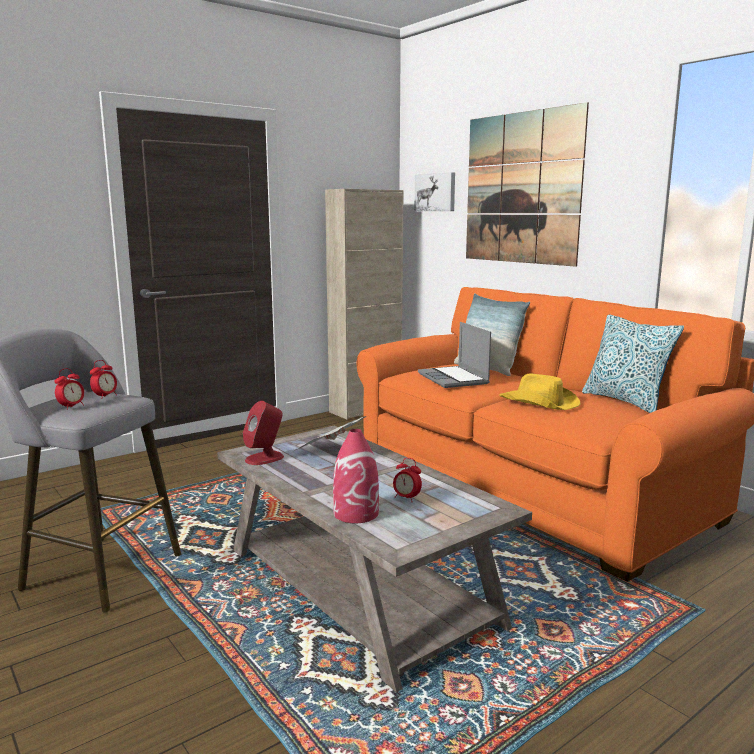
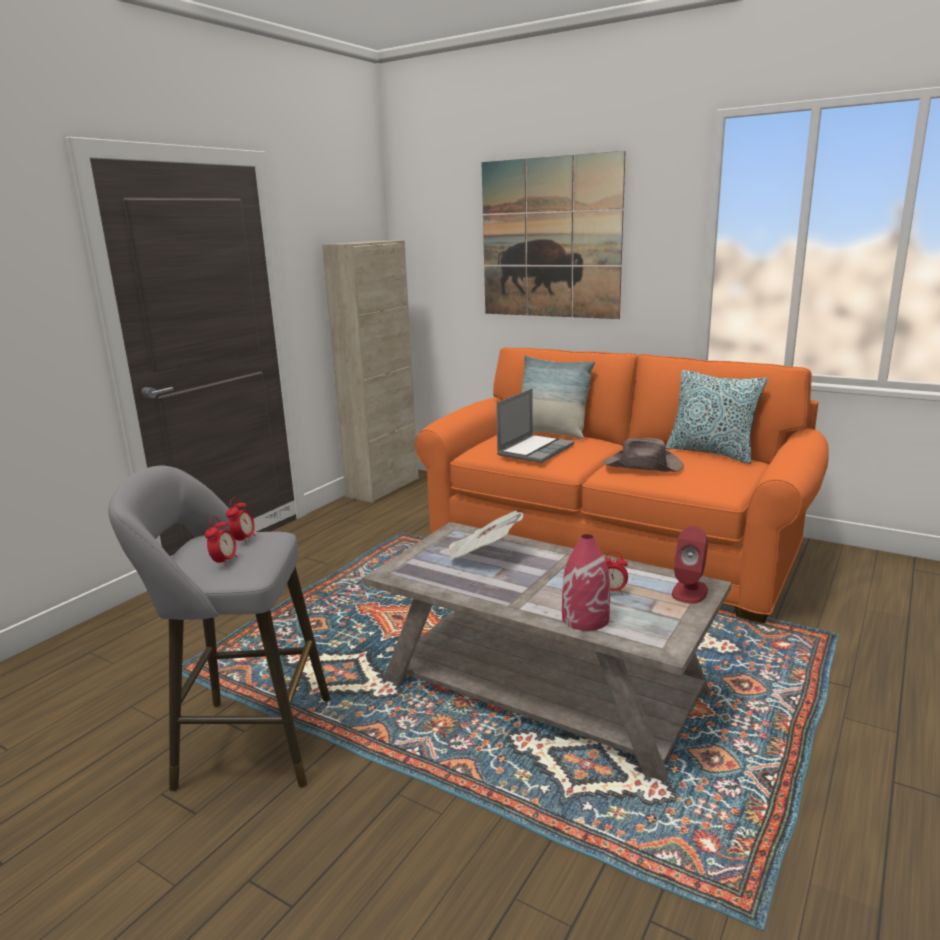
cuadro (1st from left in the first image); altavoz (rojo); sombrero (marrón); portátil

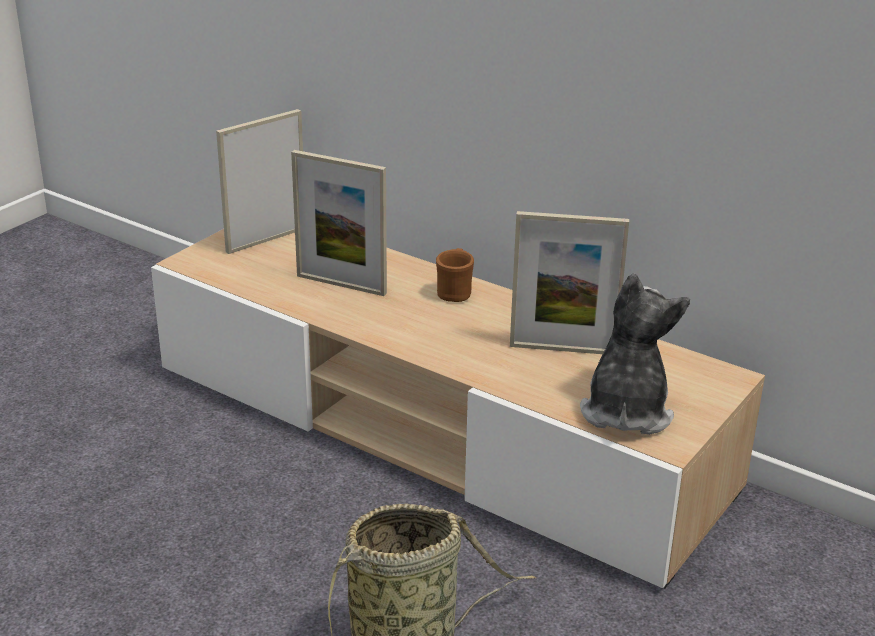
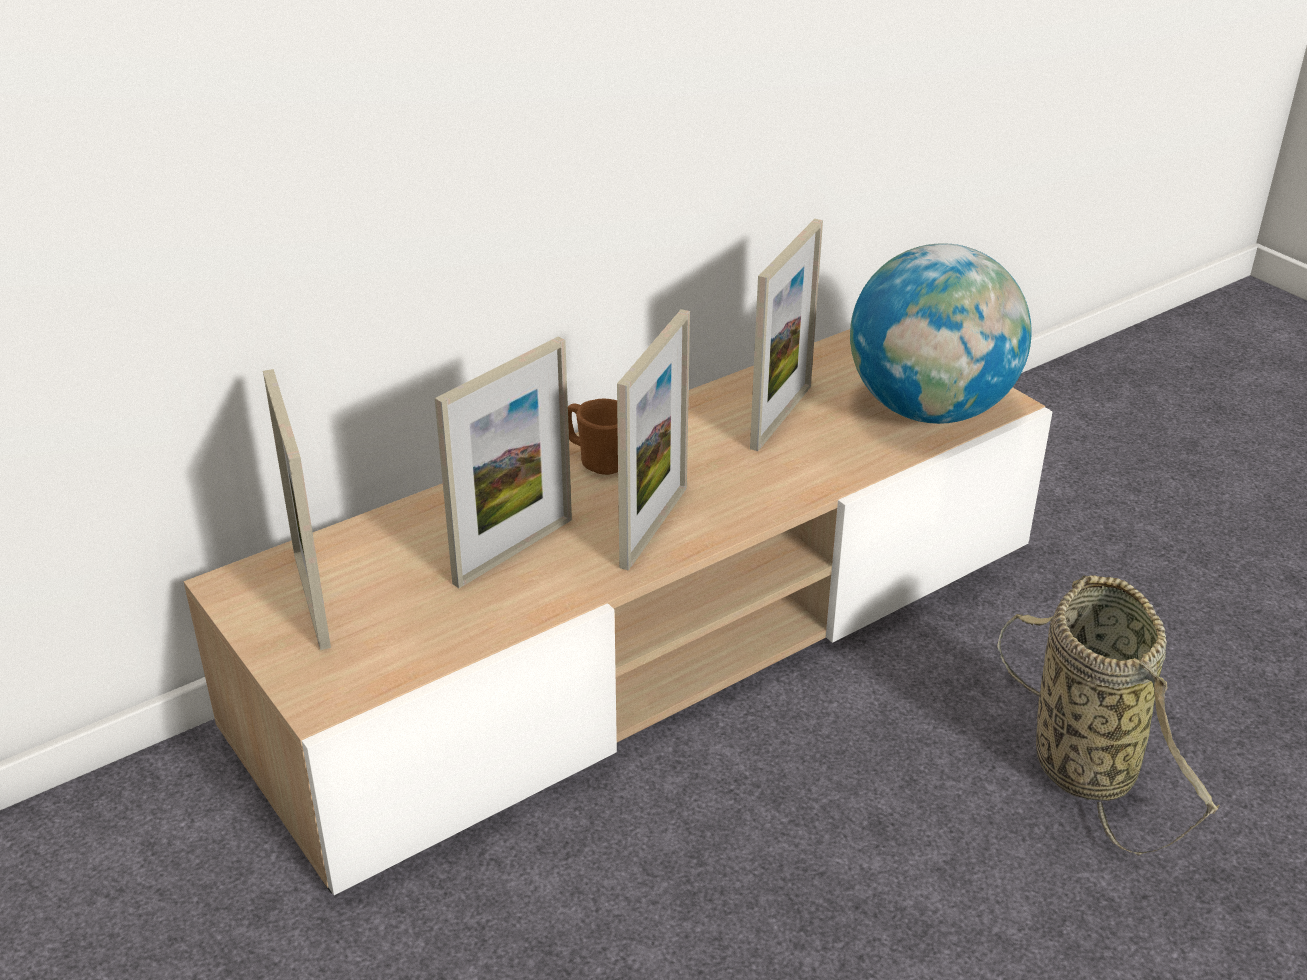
portarretratos (3rd from left); globo terráqueo

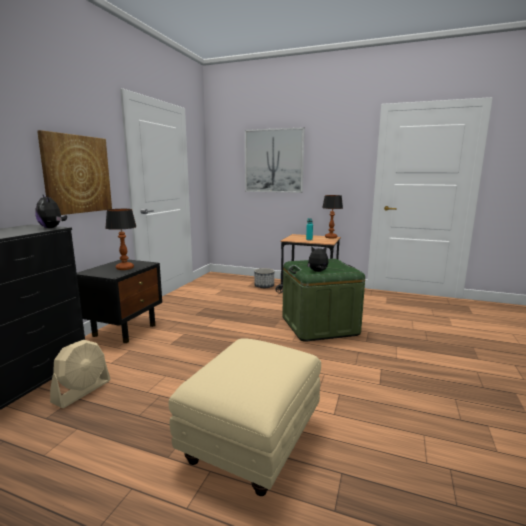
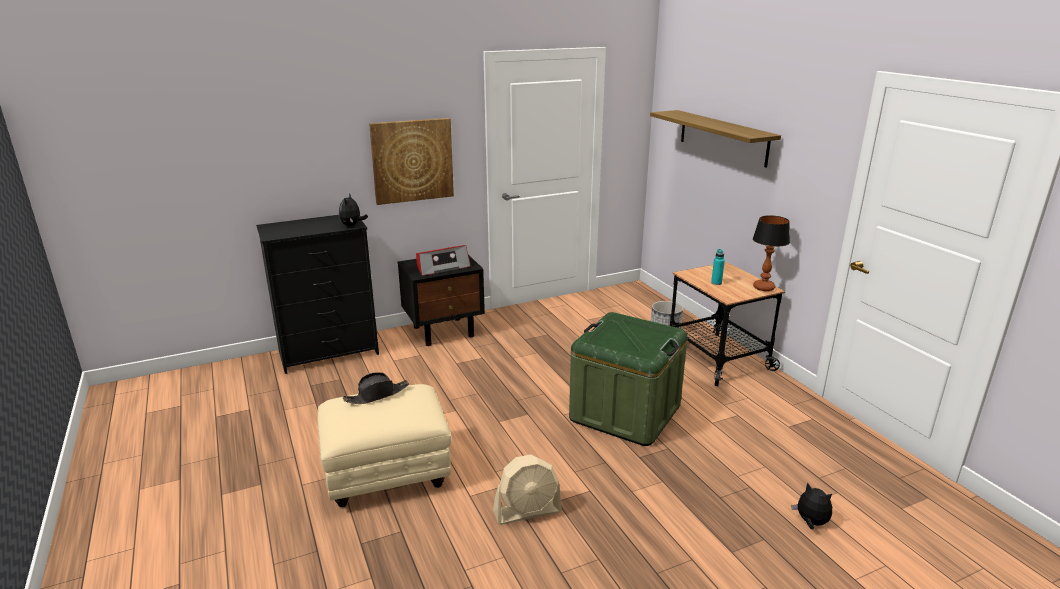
sombrero (negro); ventilador (beis); peluche (2nd from left); radio; estante

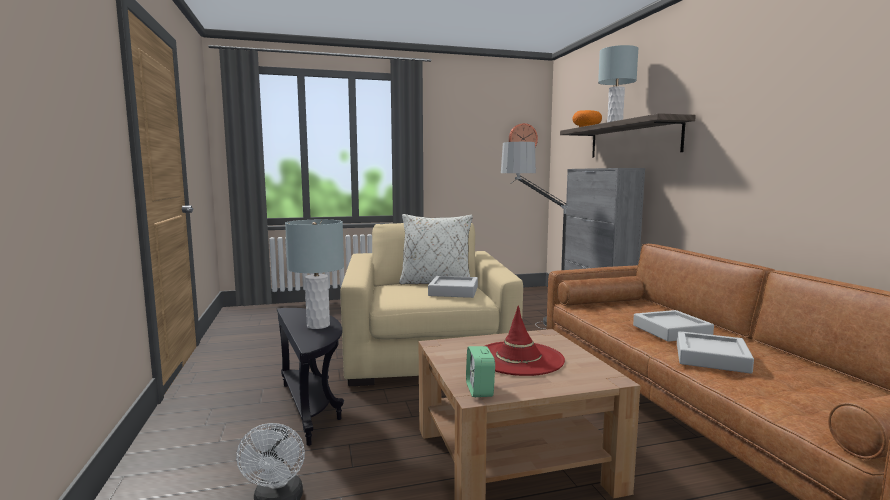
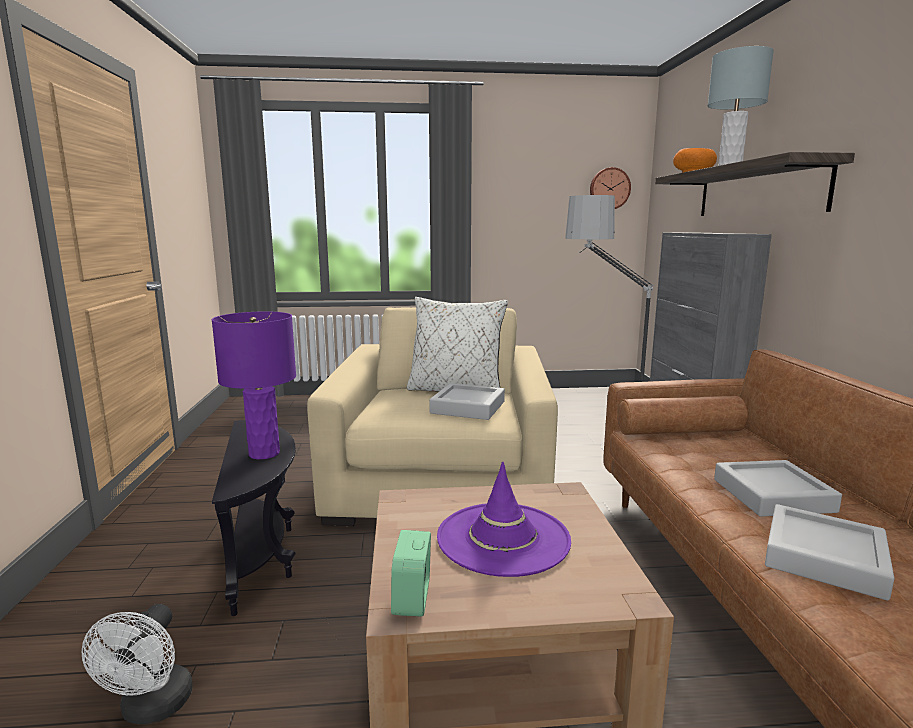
lámpara de mesa (morado); sombrero (morado)

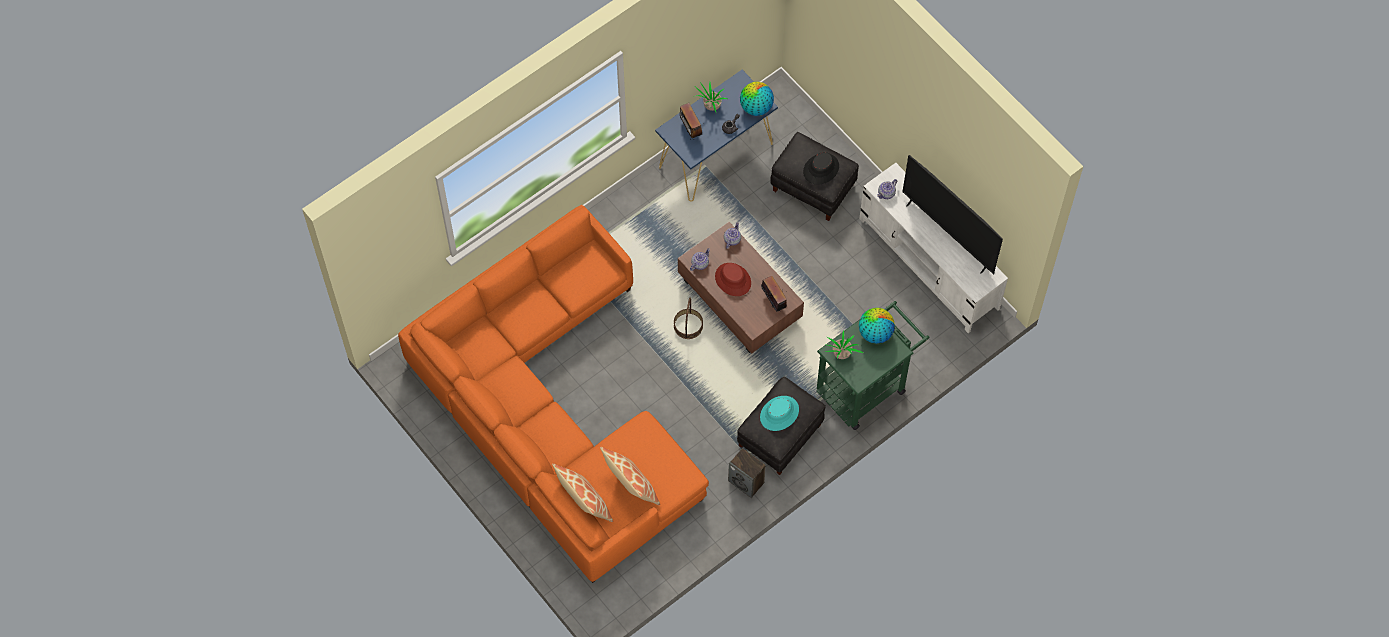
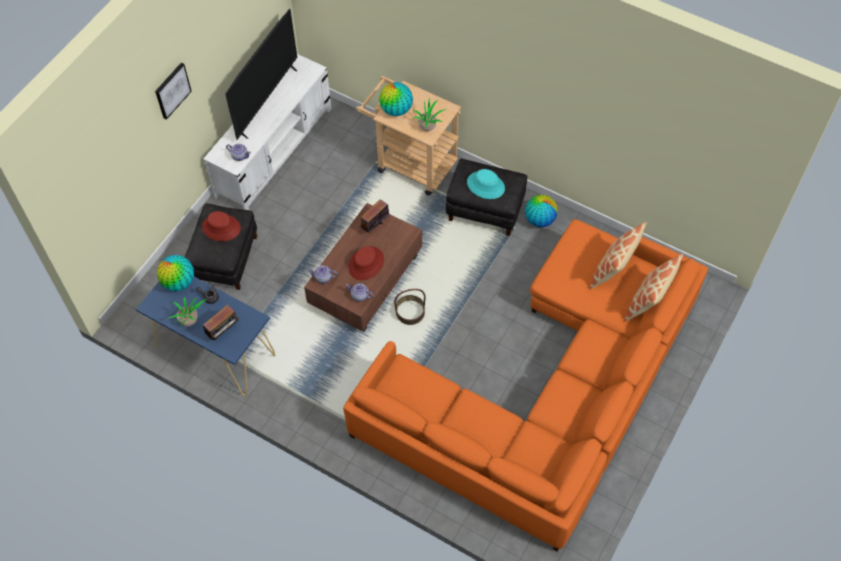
cuadro; globo terráqueo (3rd from left); sombrero (rojo) (1st from left); carrito (beis)

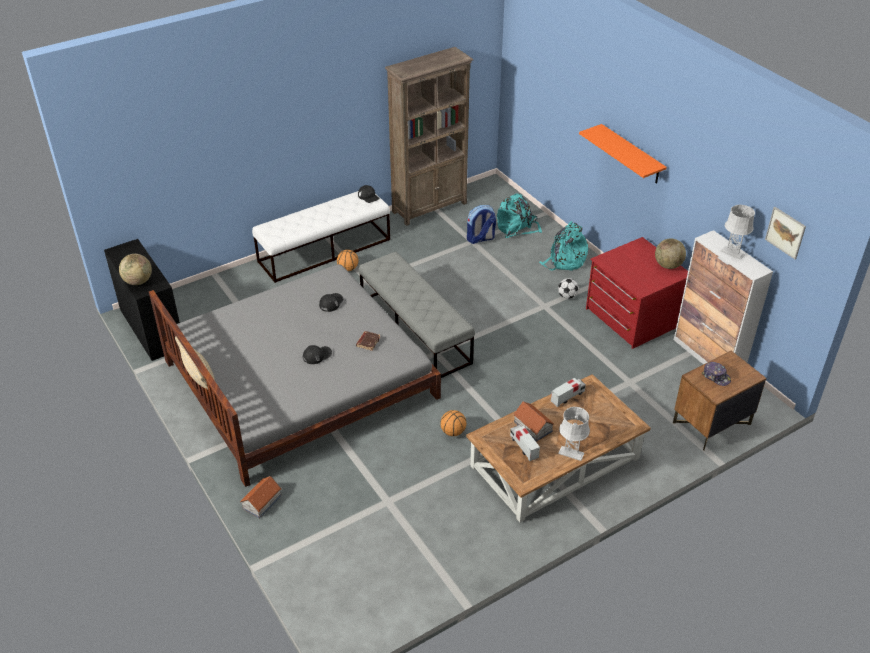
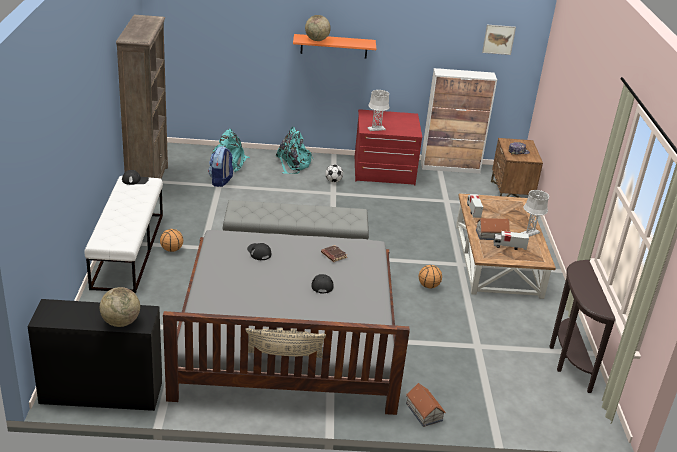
mesa consola (marrón); globo terráqueo (2nd from left); lámpara de mesa (gris) (1st from left)

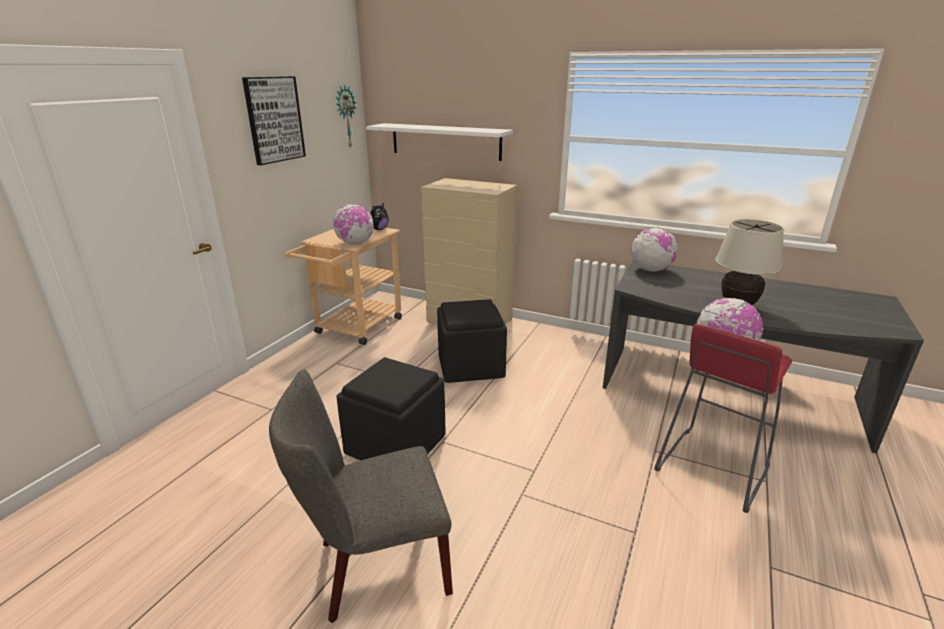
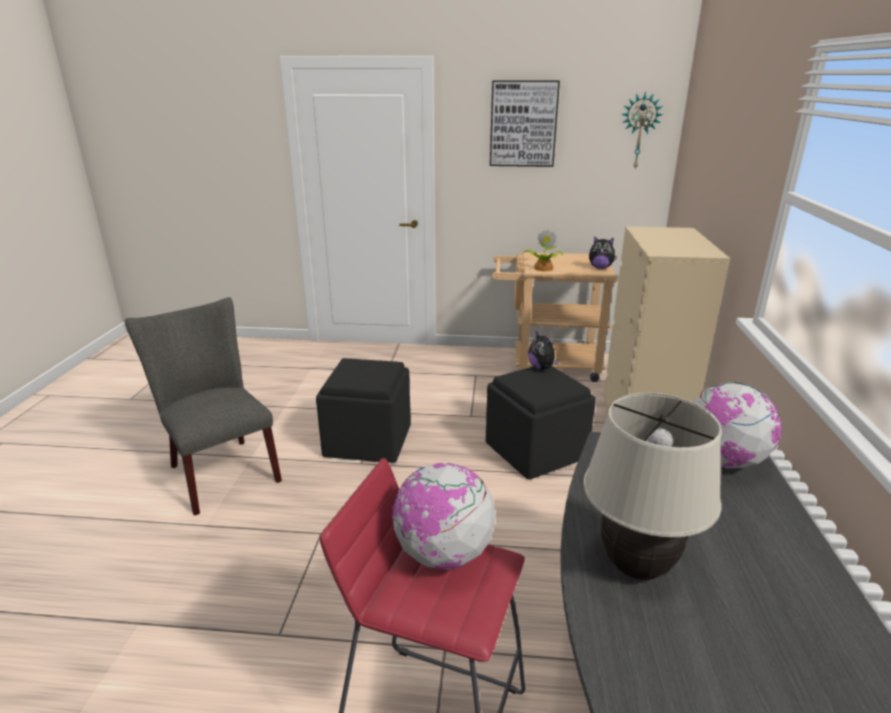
estante (blanco); peluche (1st from left); planta en maceta

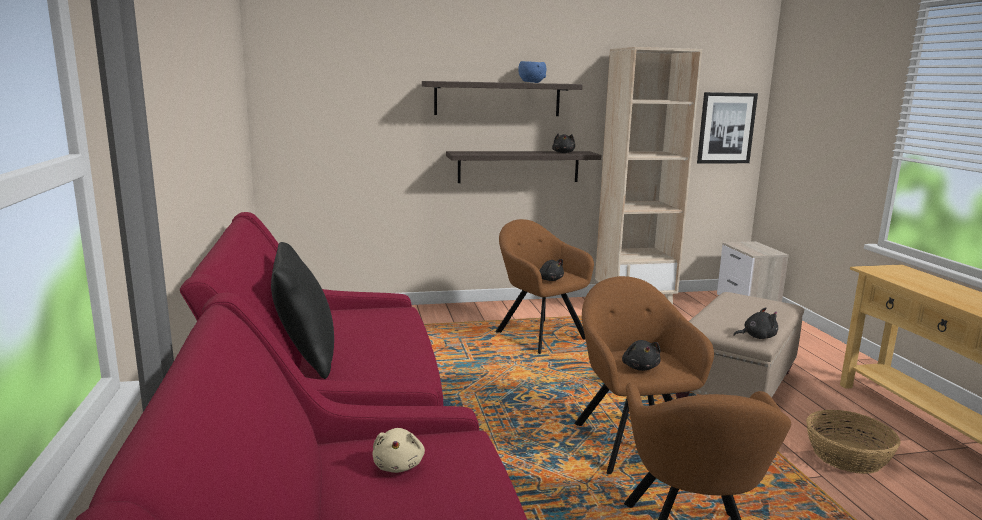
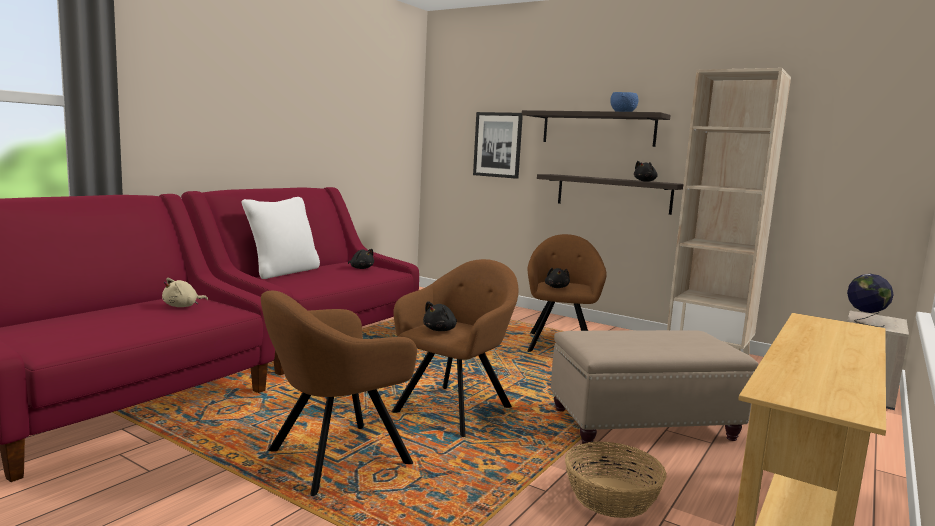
globo terráqueo; cuadro; peluche (negro) (1st from left); cojín (blanco)

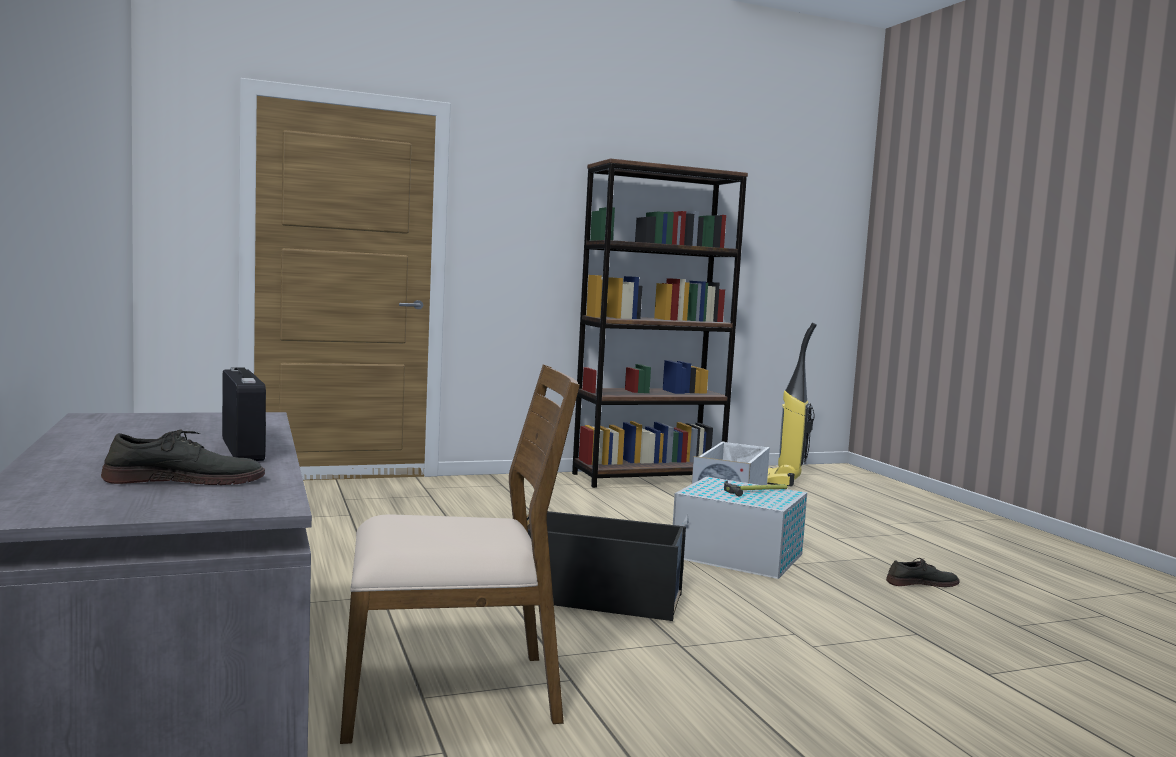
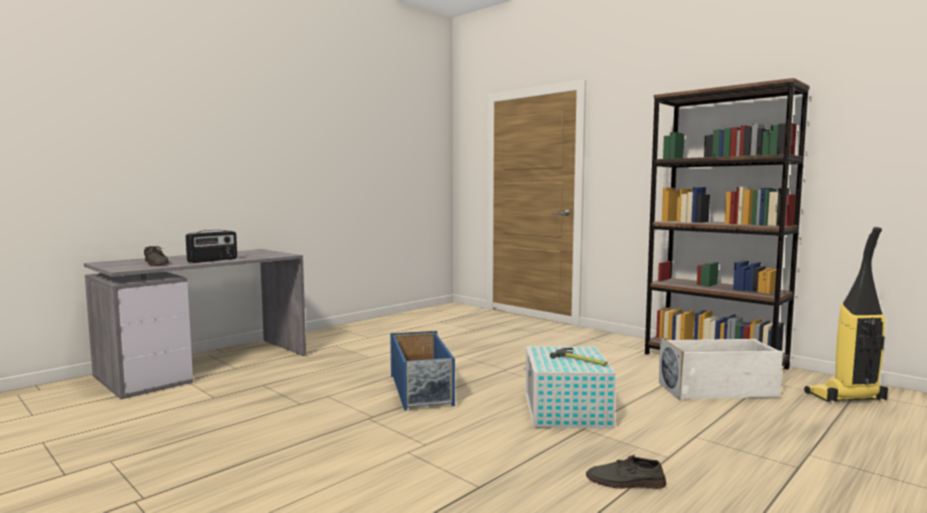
silla (marrón); caja de almacenaje (azul); zapato (gris) (2nd from left)

